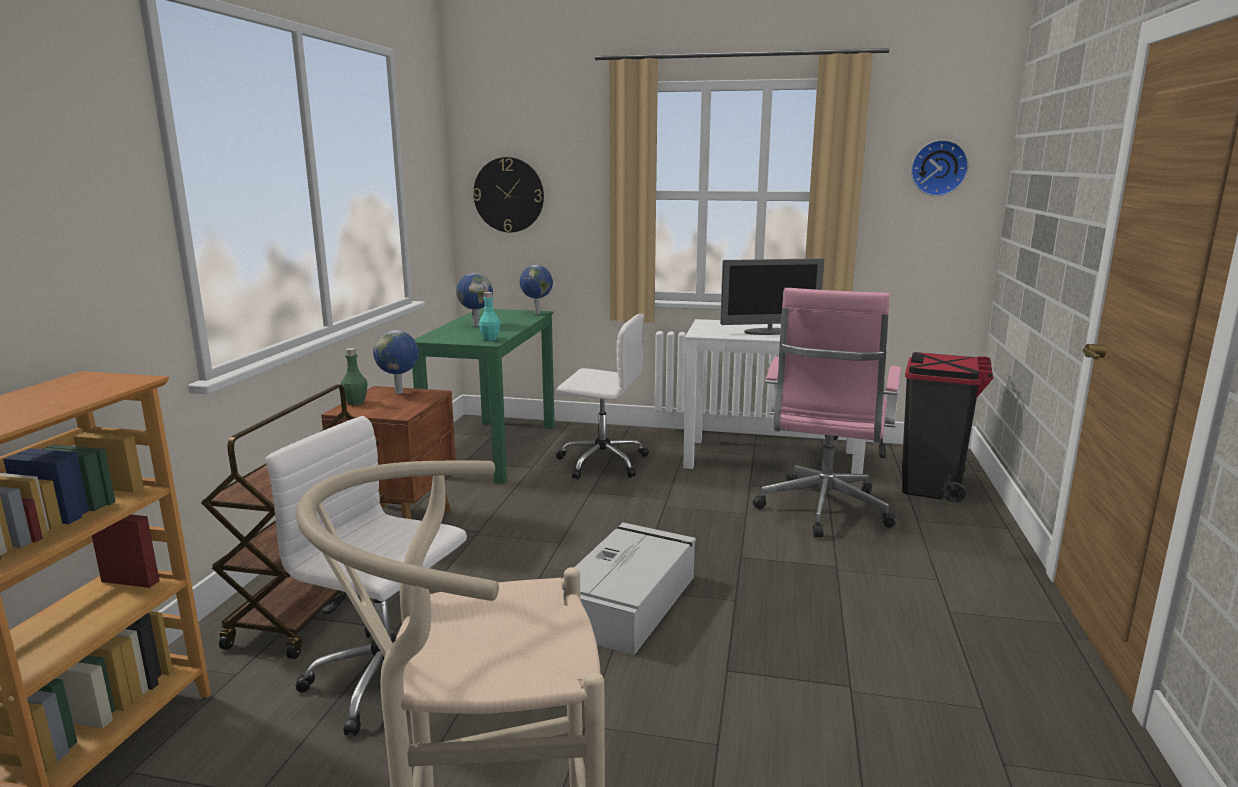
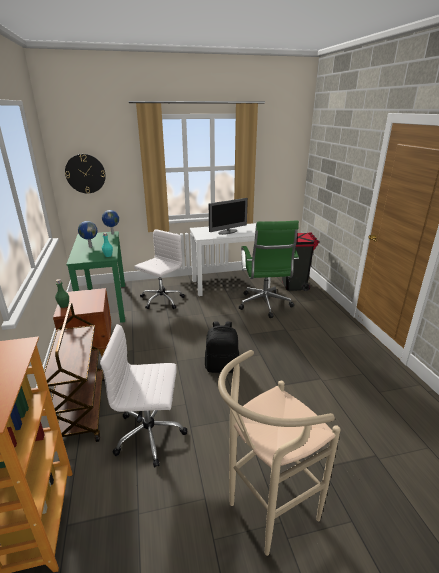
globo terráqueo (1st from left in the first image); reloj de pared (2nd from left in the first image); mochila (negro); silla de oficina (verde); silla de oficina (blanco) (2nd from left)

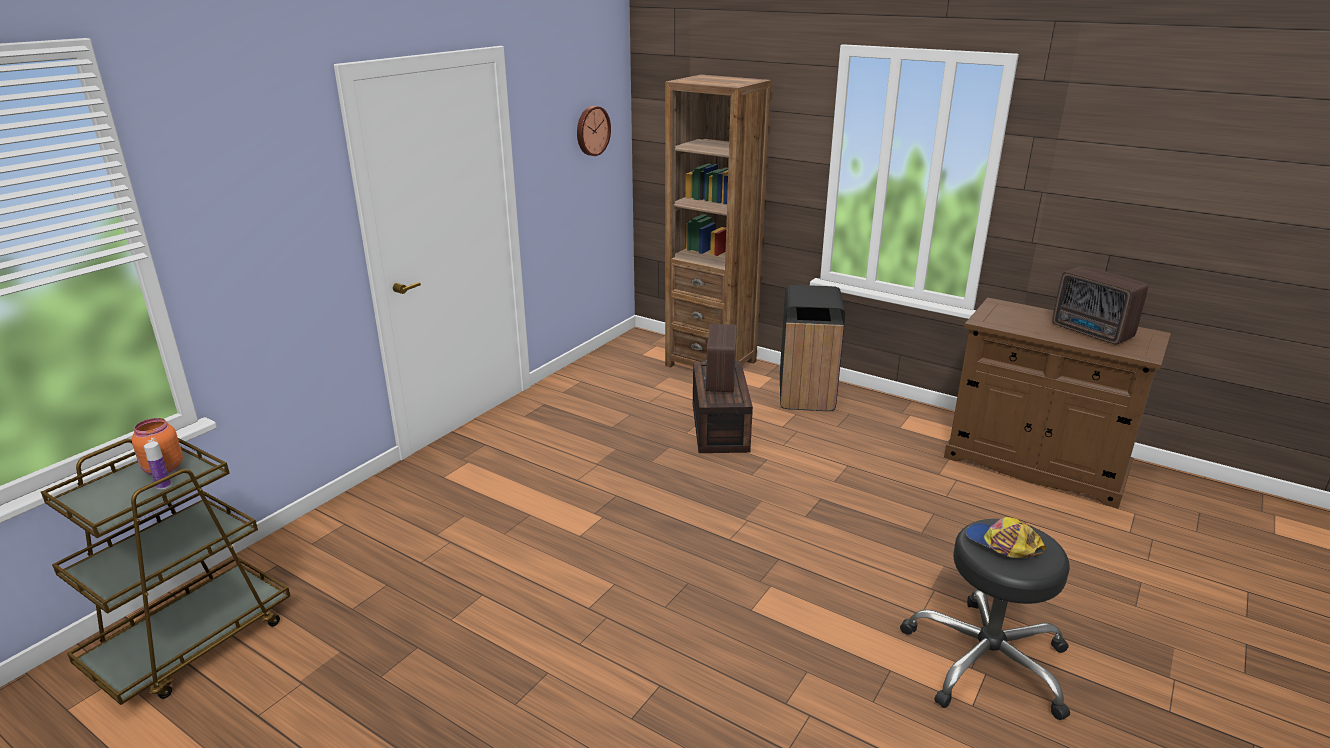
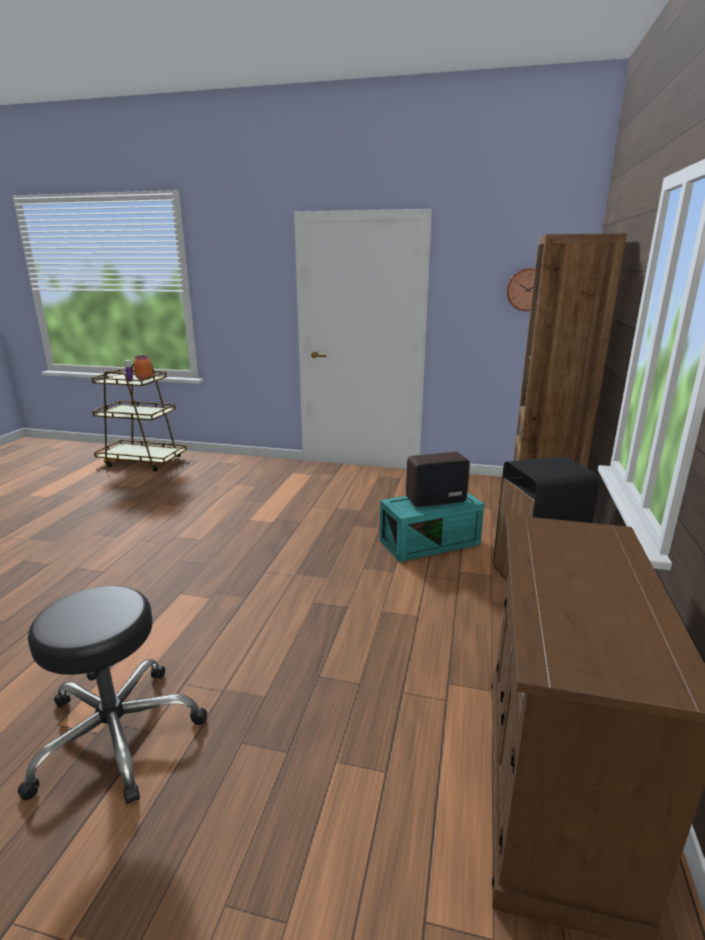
gorra; radio (2nd from left in the first image); caja de almacenaje (turquesa)

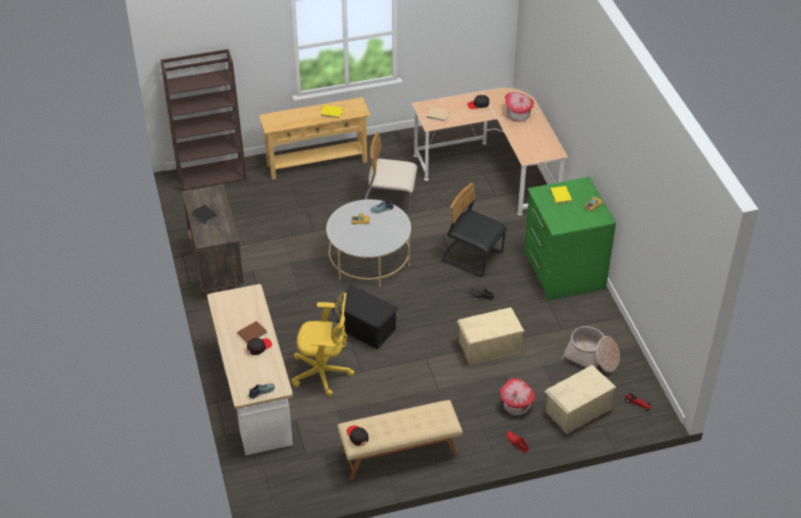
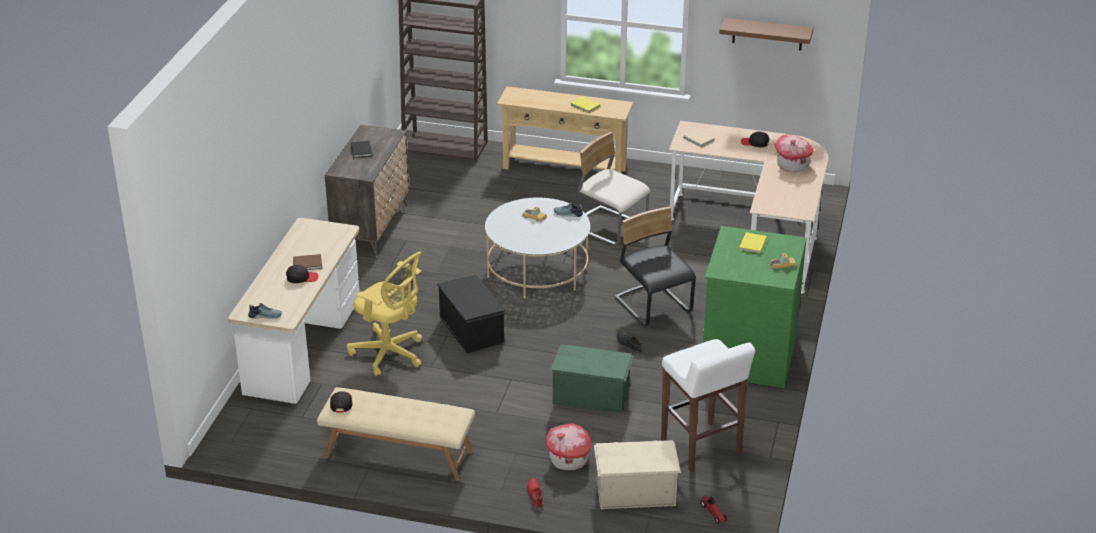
estante (marrón); taburete (blanco); caja de almacenaje (verde)

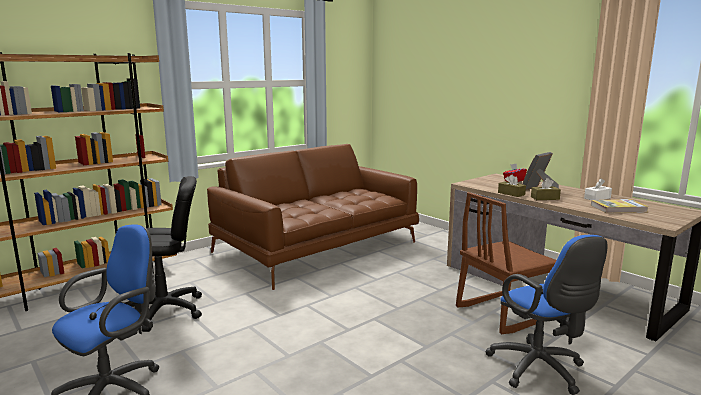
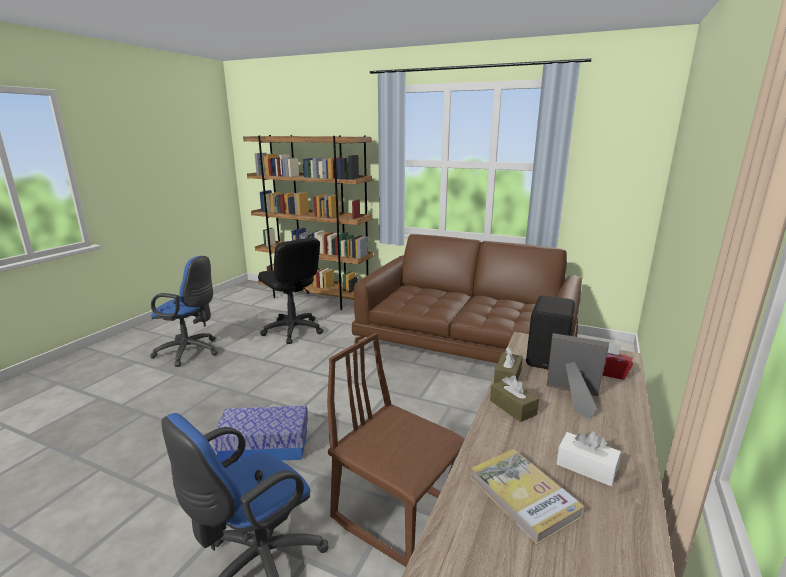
caja de almacenaje; altavoz (negro)

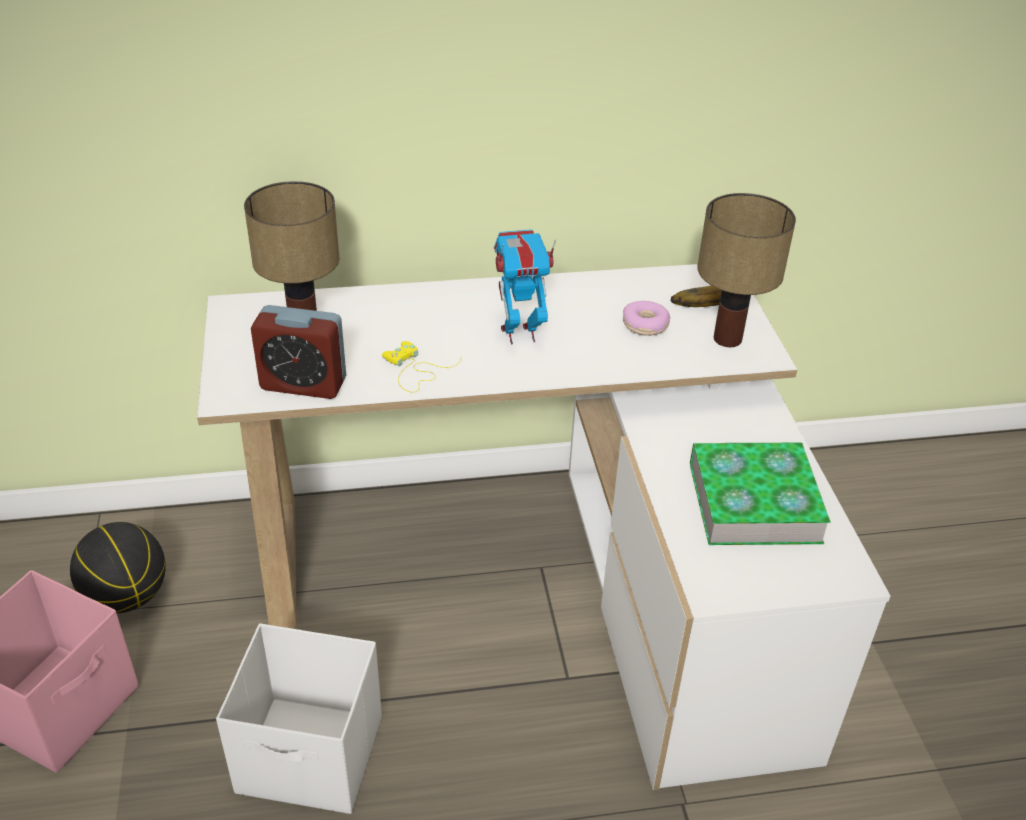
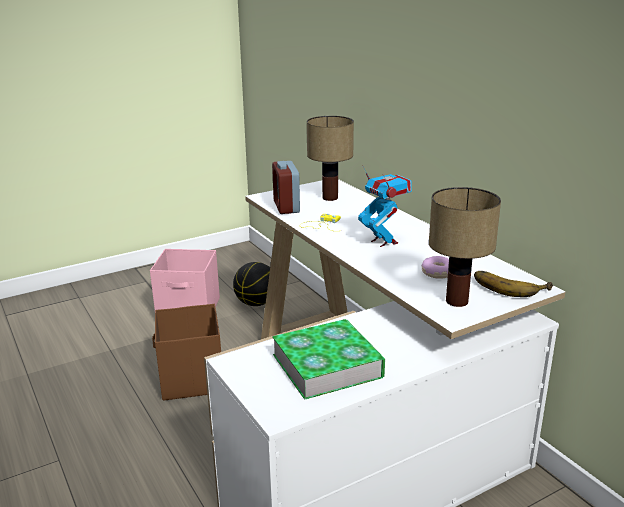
caja de almacenaje (marrón)

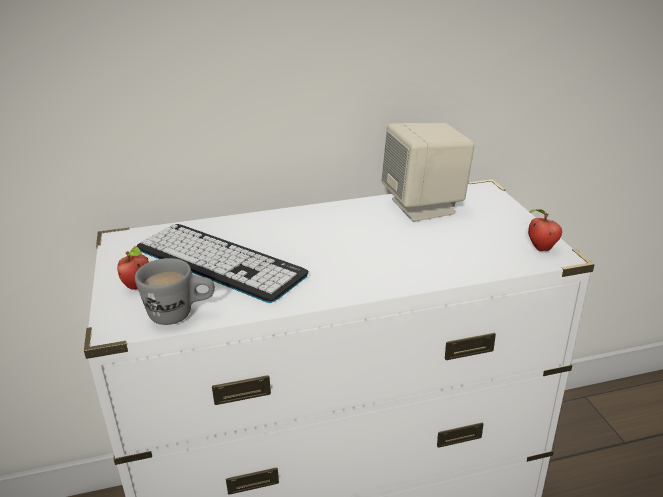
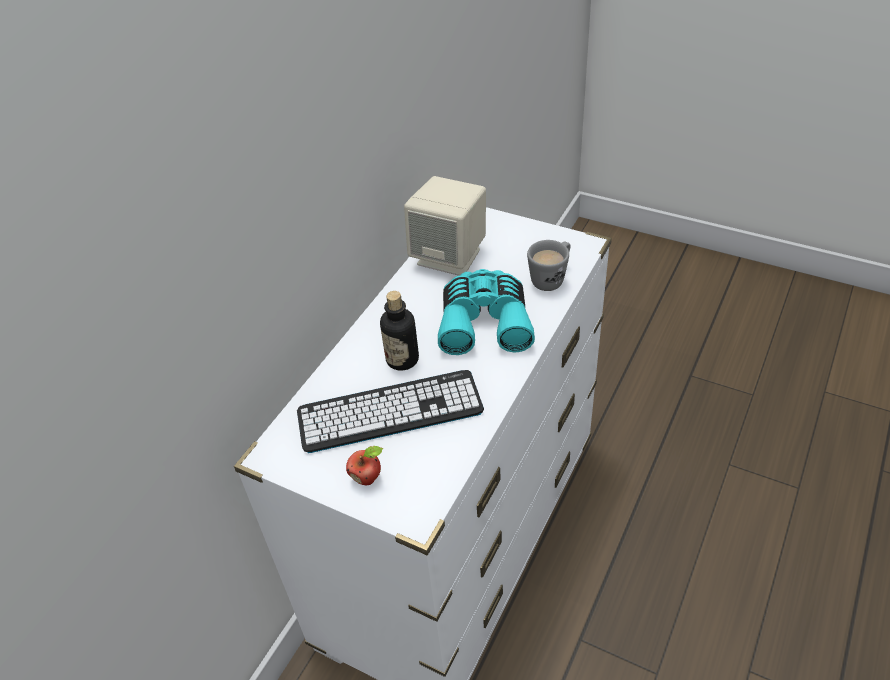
manzana (2nd from left in the first image); botella; prismáticos (turquesa); taza grande (gris)

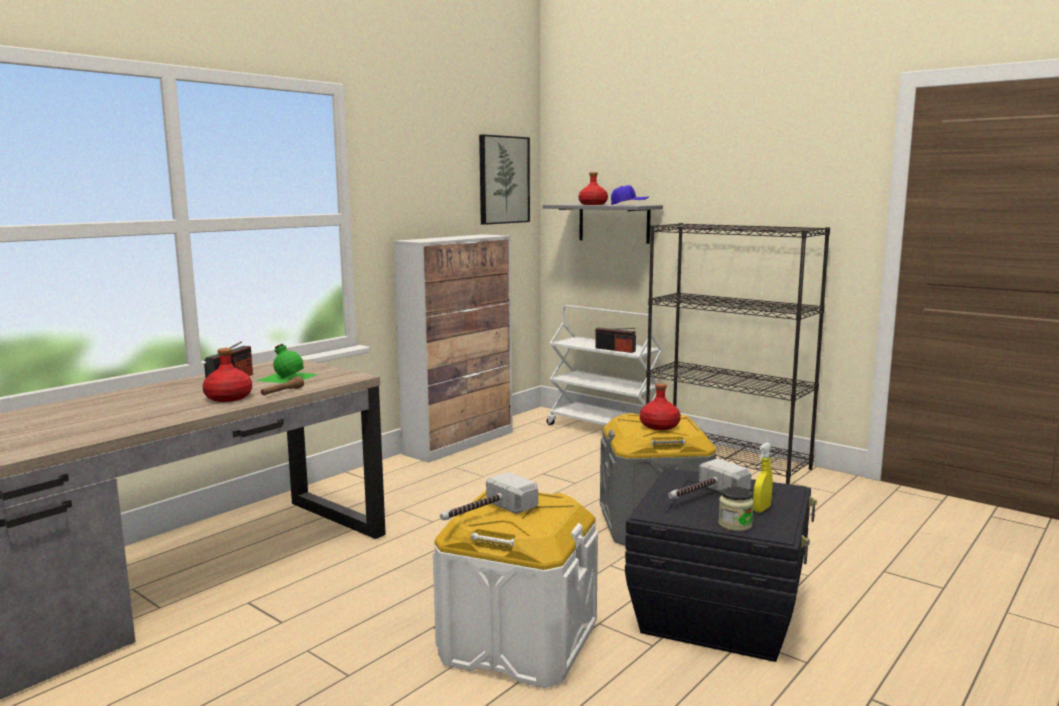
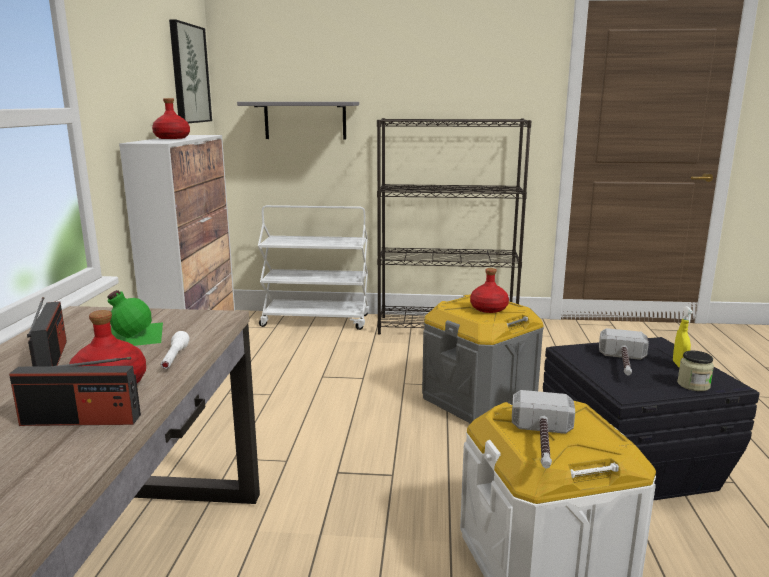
gorra (azul); botella (rojo) (2nd from left); radio (2nd from left); linterna (blanco)

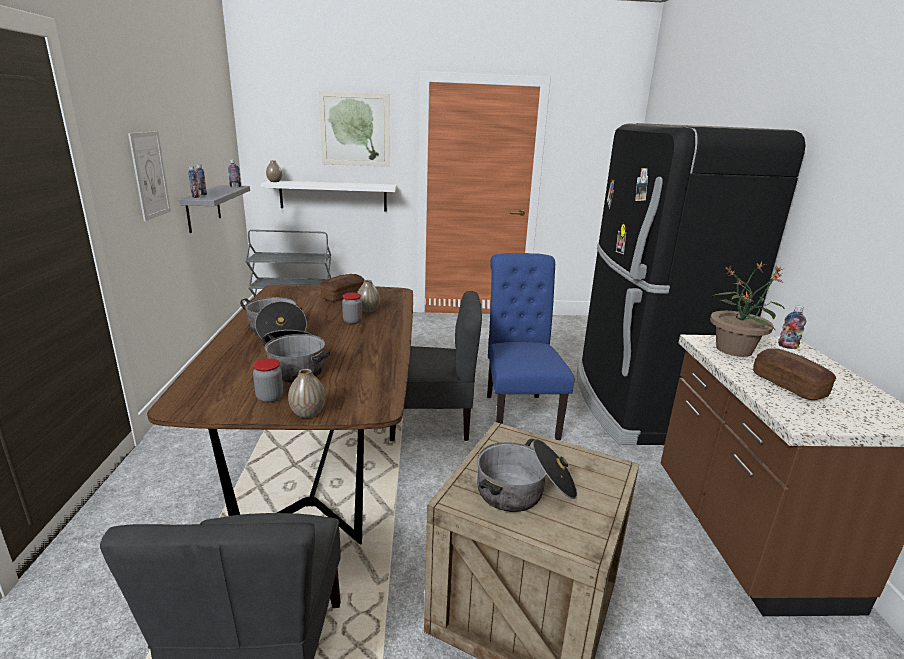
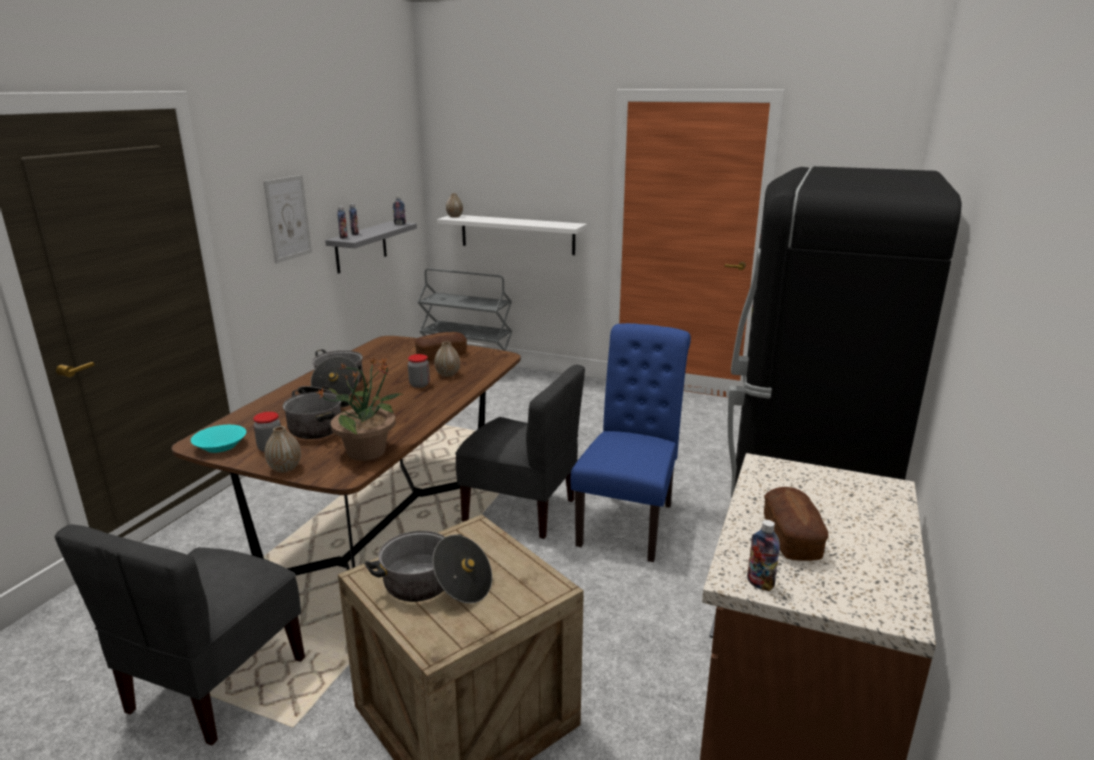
cuadro (2nd from left in the first image); cuenco (turquesa); planta en maceta; botella (4th from left)

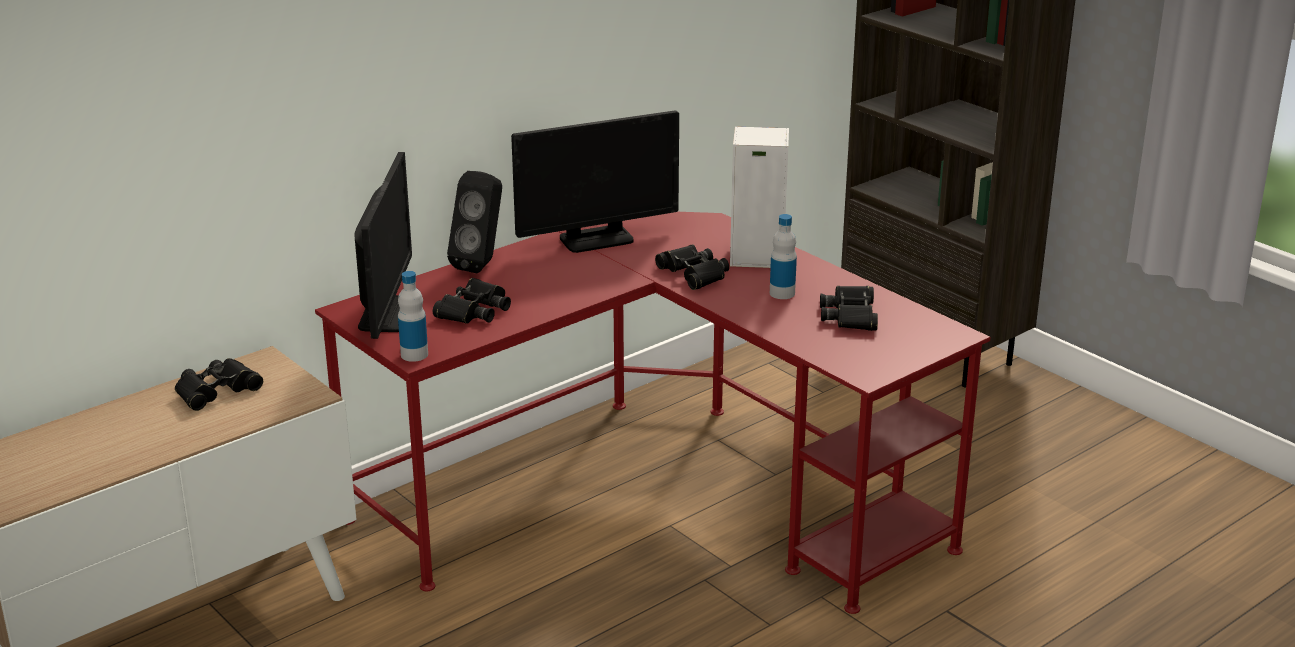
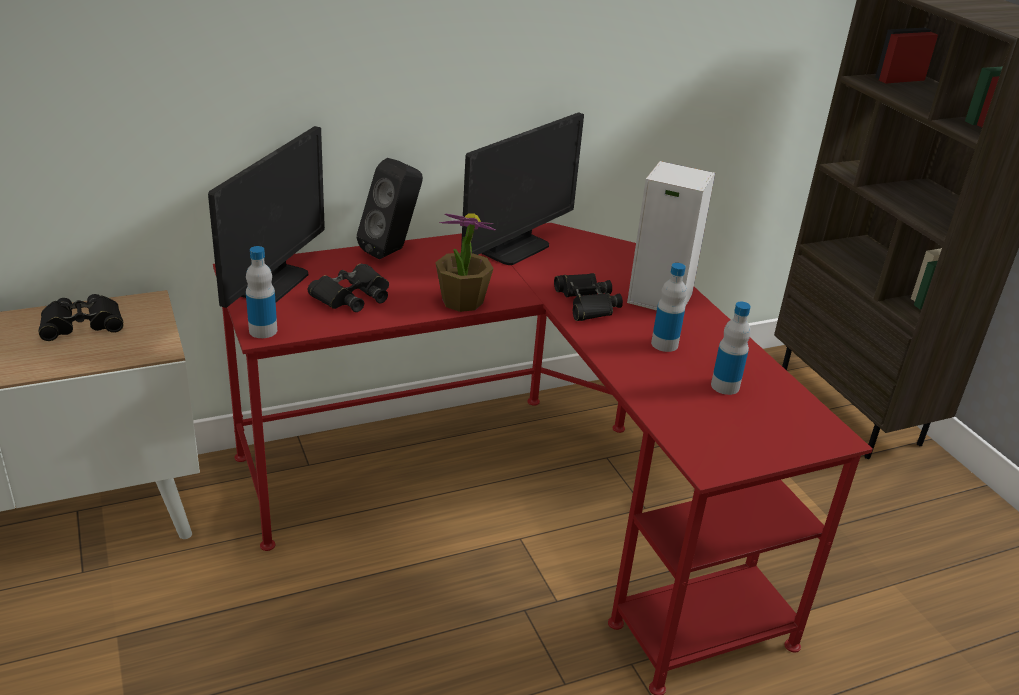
planta en maceta; botella (3rd from left); monitor (2nd from left)

